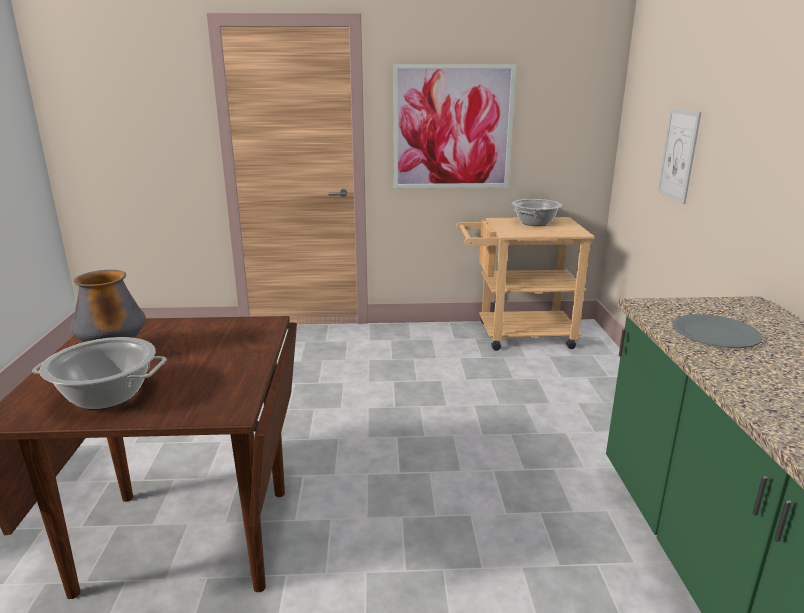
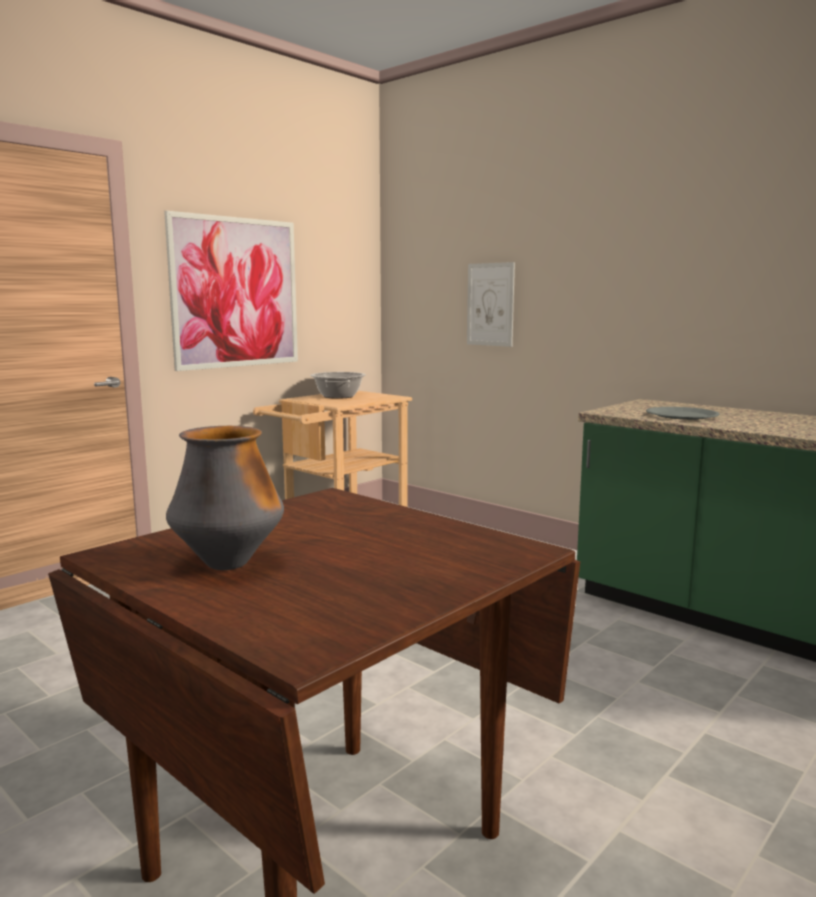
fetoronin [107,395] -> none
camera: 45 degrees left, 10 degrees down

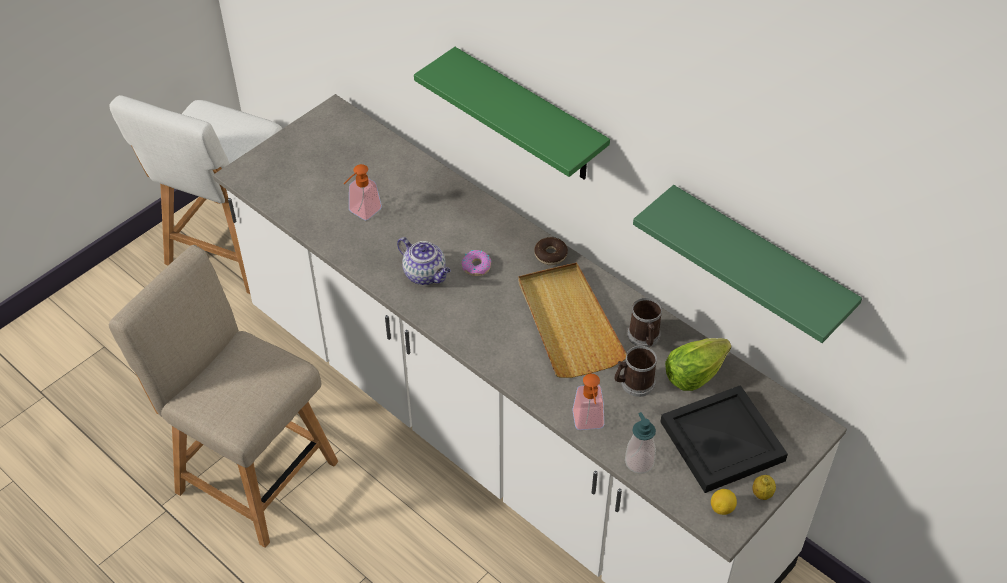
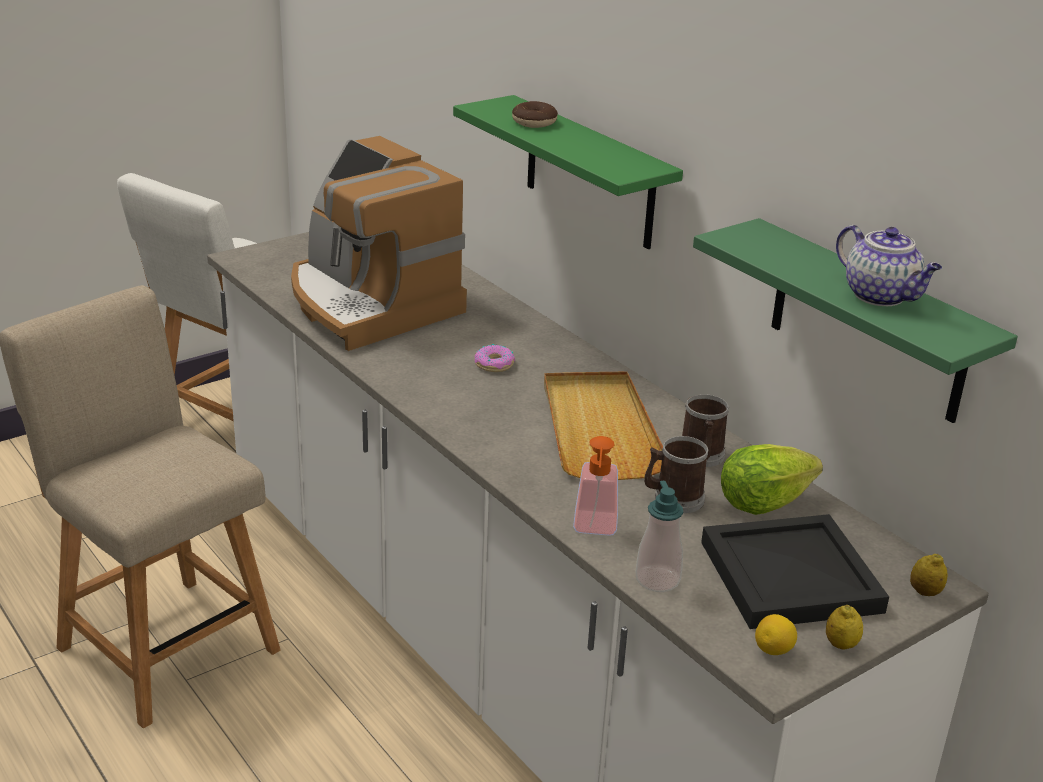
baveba [361,213] -> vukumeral [368,304]
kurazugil [550,255] -> kurazugil [534,122], move
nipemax [426,274] -> nipemax [881,296], move
none -> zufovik [925,592]
camera: 10 degrees right, 20 degrees down

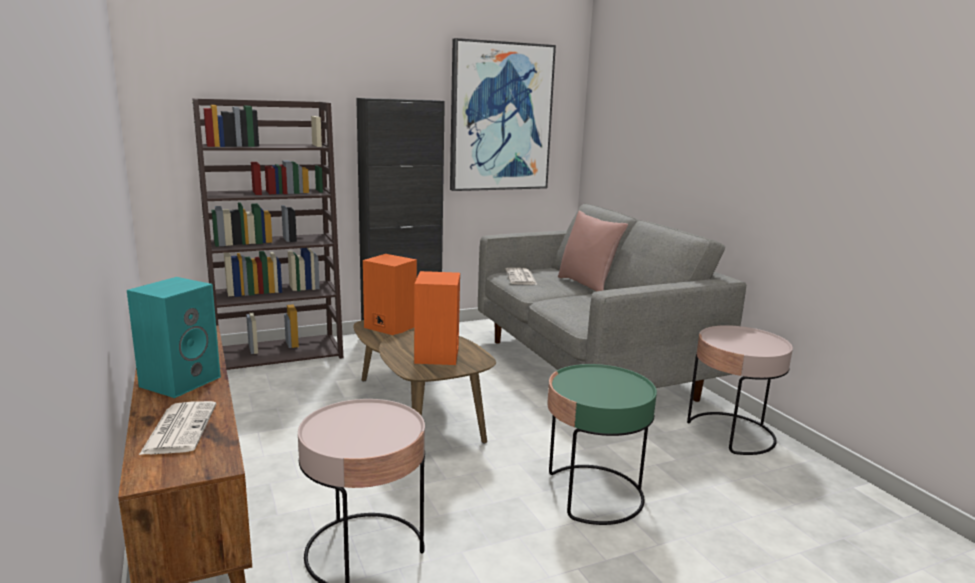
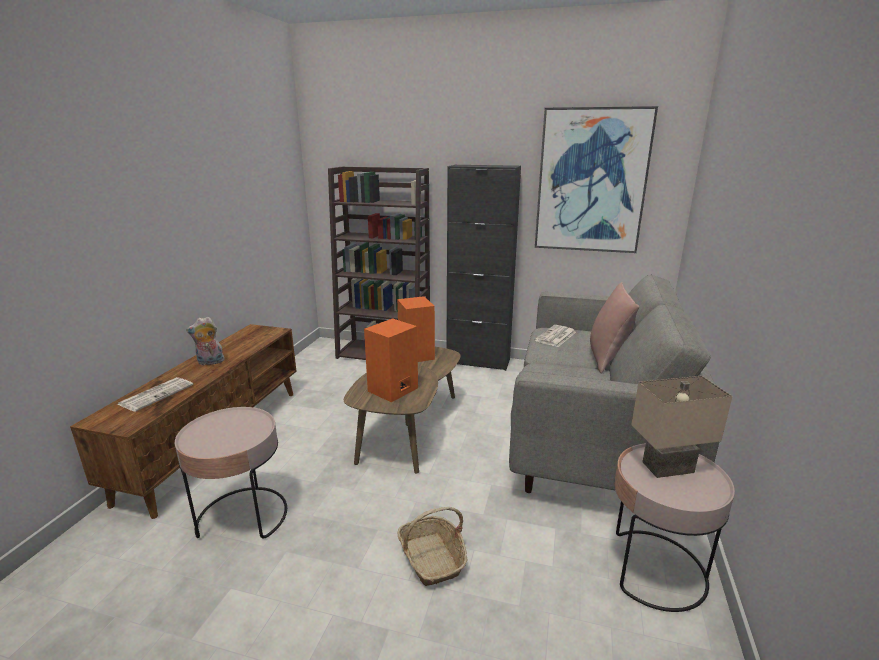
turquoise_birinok [180,381] -> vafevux [210,362]
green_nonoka [592,494] -> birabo [432,558]
none -> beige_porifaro [668,469]
camera: 40 degrees right, 5 degrees up

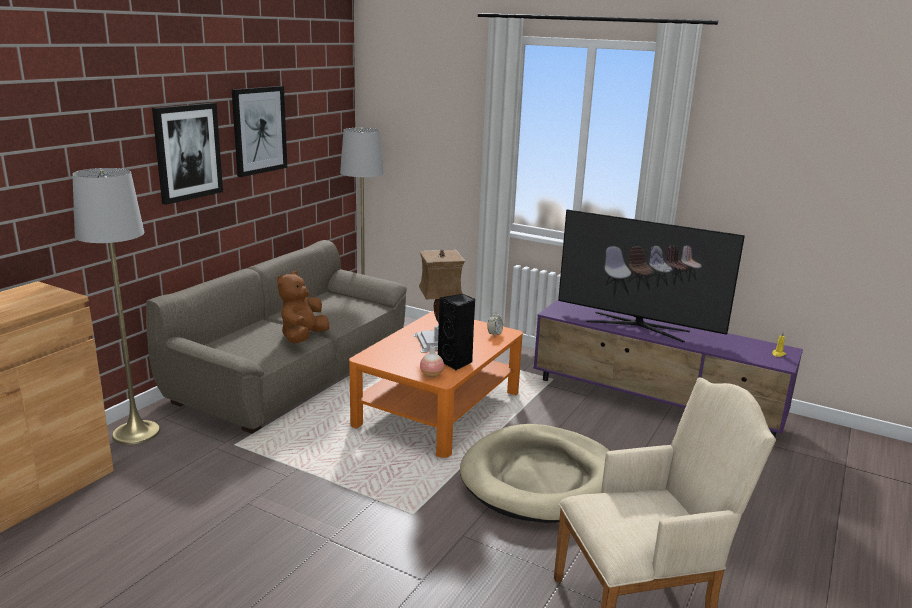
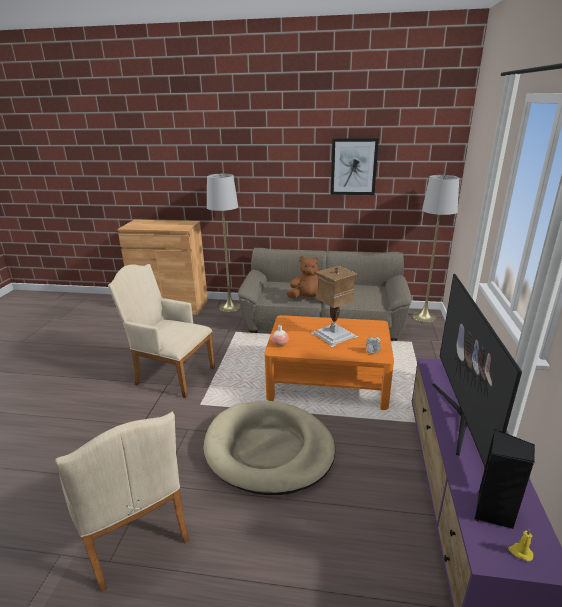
none -> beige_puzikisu [171,374]
black_birinok [456,362] -> black_birinok [494,512], move
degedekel [187,152] -> none
camera: 70 degrees right, 5 degrees up

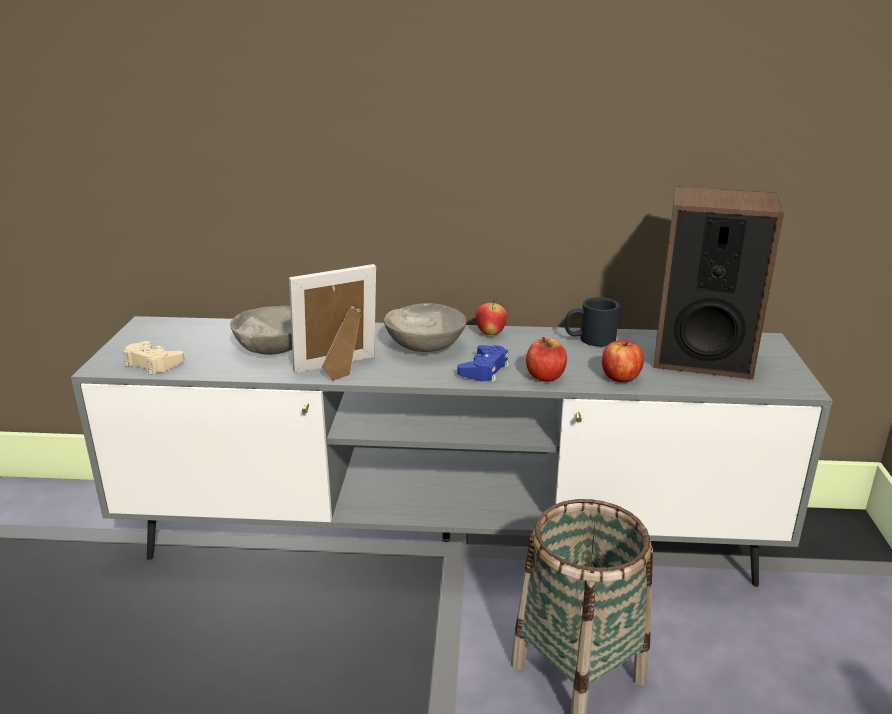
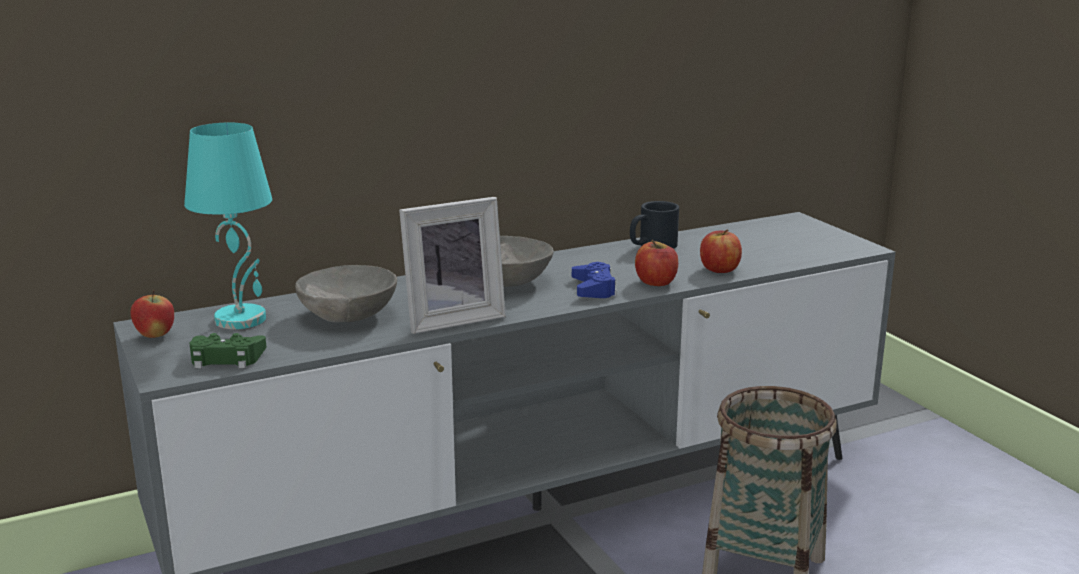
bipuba [490,334] -> bipuba [155,336], move
none -> turquoise_porifaro [242,319]
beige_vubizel [153,363] -> green_vubizel [226,359]
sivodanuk [339,370] -> sivodanuk [452,319], 150 degrees counterclockwise
birinok [702,357] -> none
camera: 30 degrees left, 5 degrees down

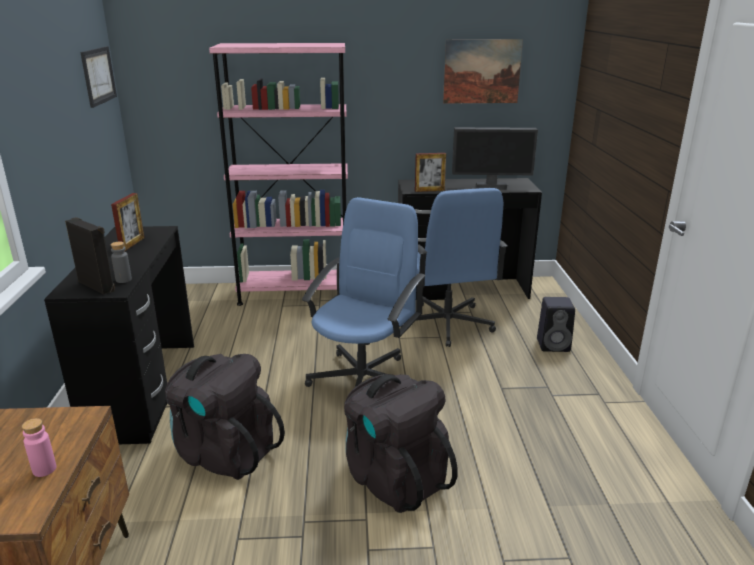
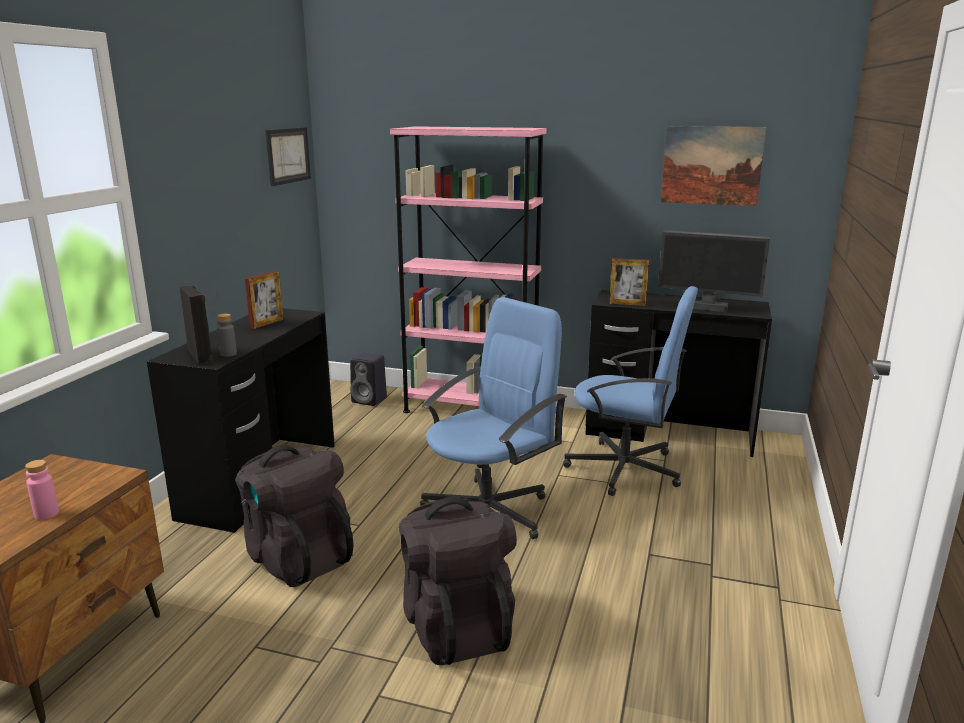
black_birinok [554,345] -> black_birinok [370,400], move
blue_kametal [447,324] -> blue_kametal [626,469], 75 degrees counterclockwise
camera: 20 degrees right, 5 degrees down

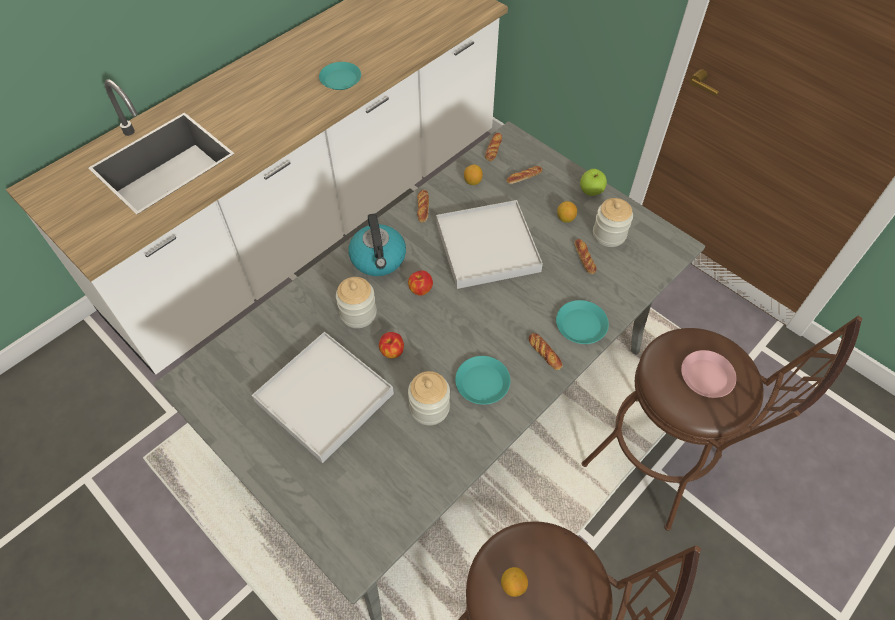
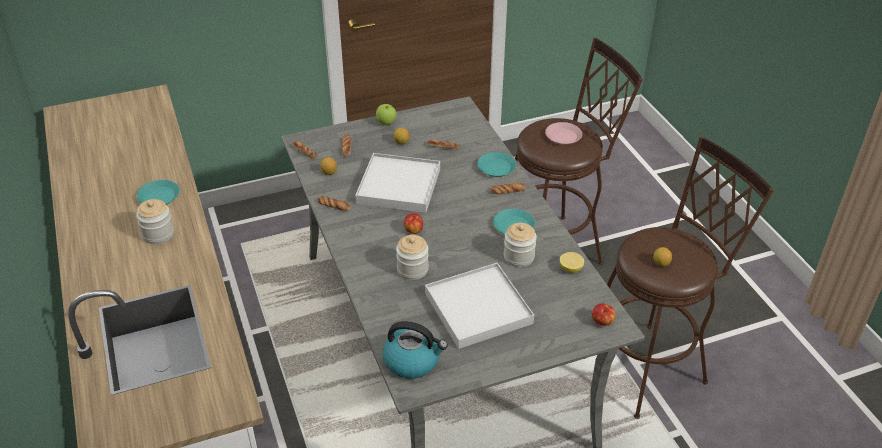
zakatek [609,234] -> zakatek [158,234], move
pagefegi [379,259] -> pagefegi [412,361], move
none -> zufovik [570,268]
bipuba [392,352] -> bipuba [602,322], move
camera: 65 degrees left, 15 degrees down

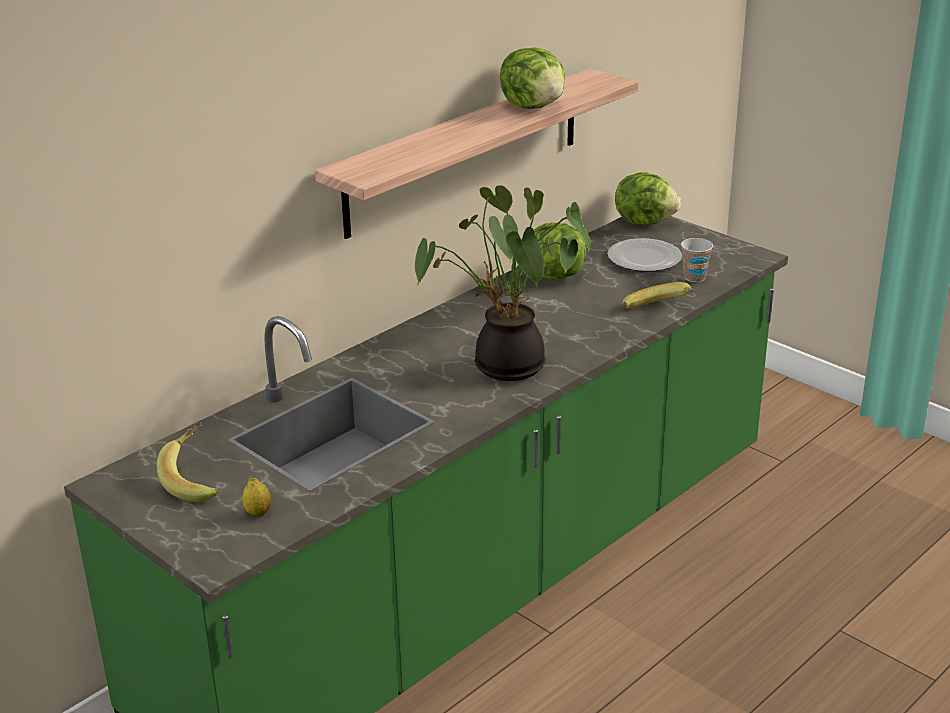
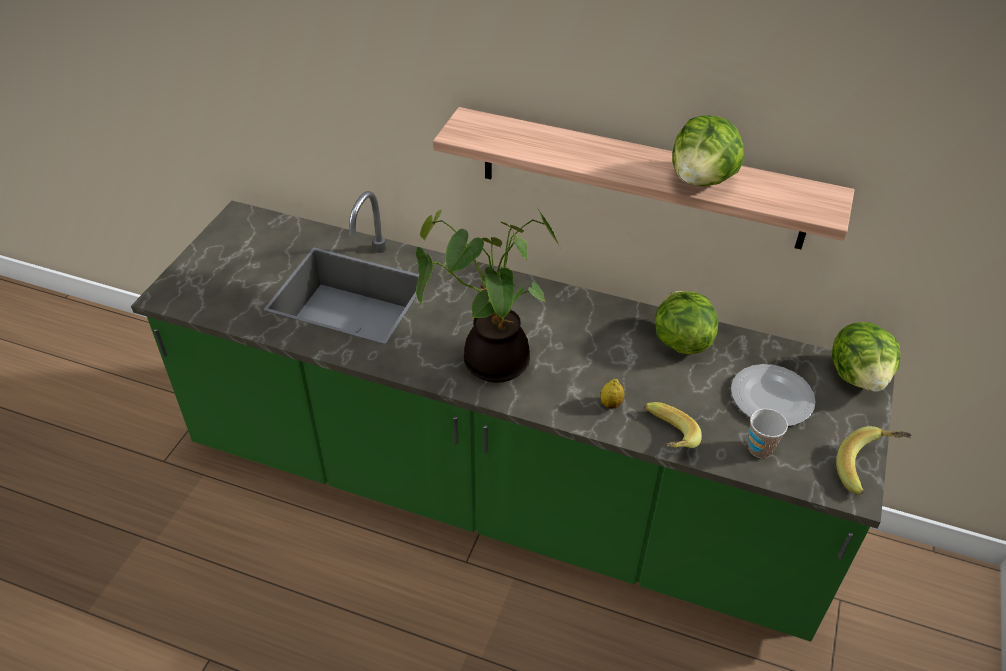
zufovik [258,512] -> zufovik [611,404], move
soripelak [197,479] -> soripelak [869,469], move
camera: 65 degrees right, 15 degrees up

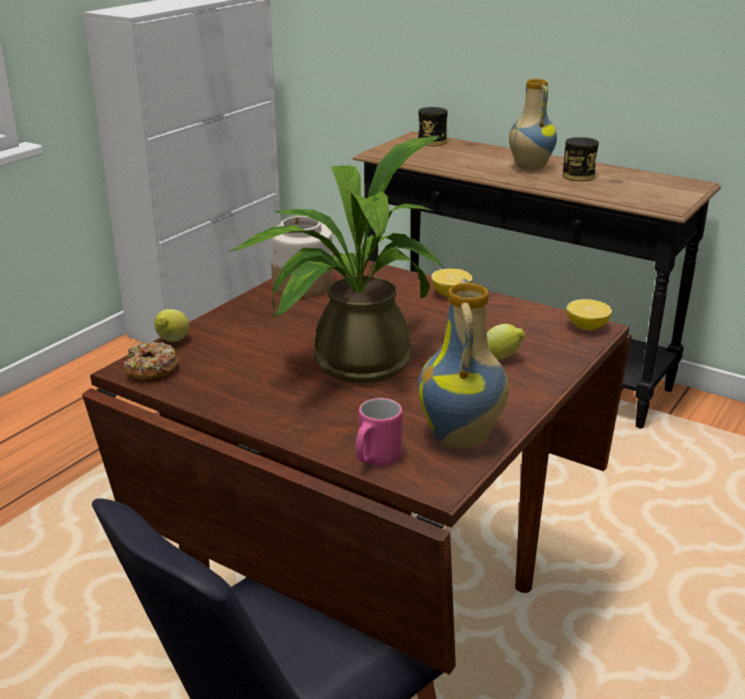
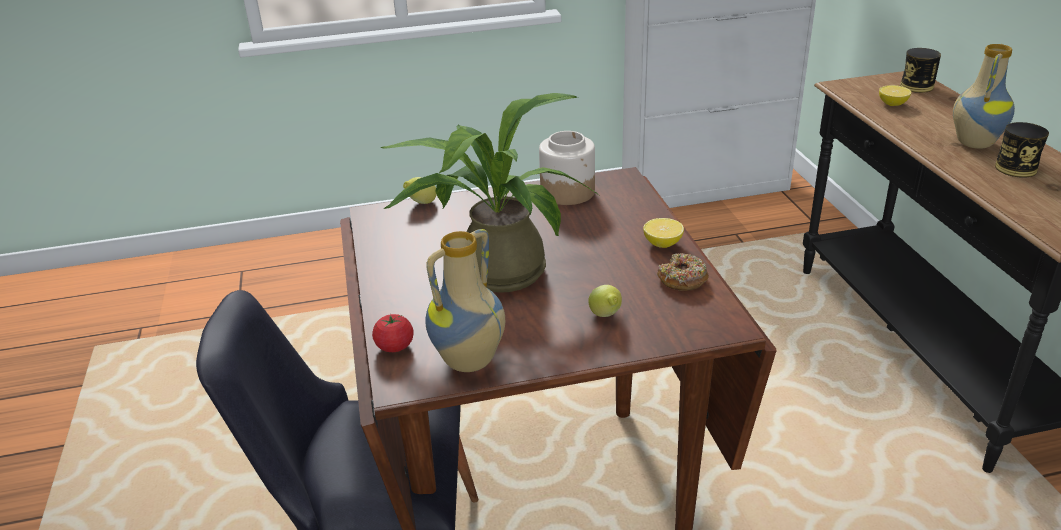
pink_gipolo [375,459] -> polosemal [395,346]
kurazugil [151,370] -> kurazugil [682,279], move
zufovik [587,327] -> zufovik [892,104], move
camera: 45 degrees right, 5 degrees up

